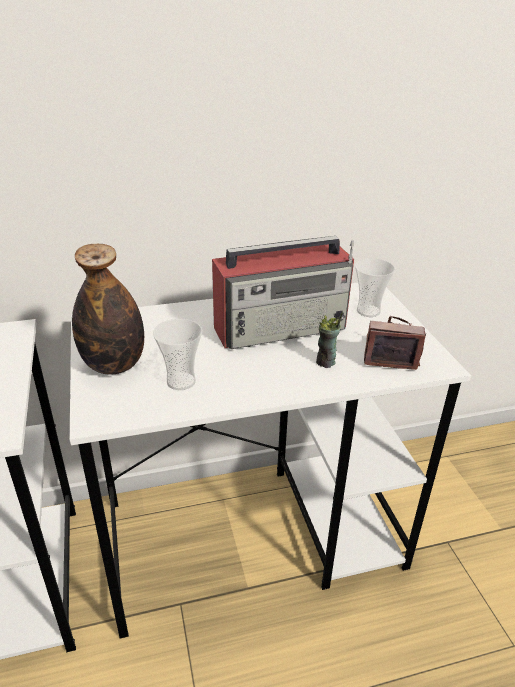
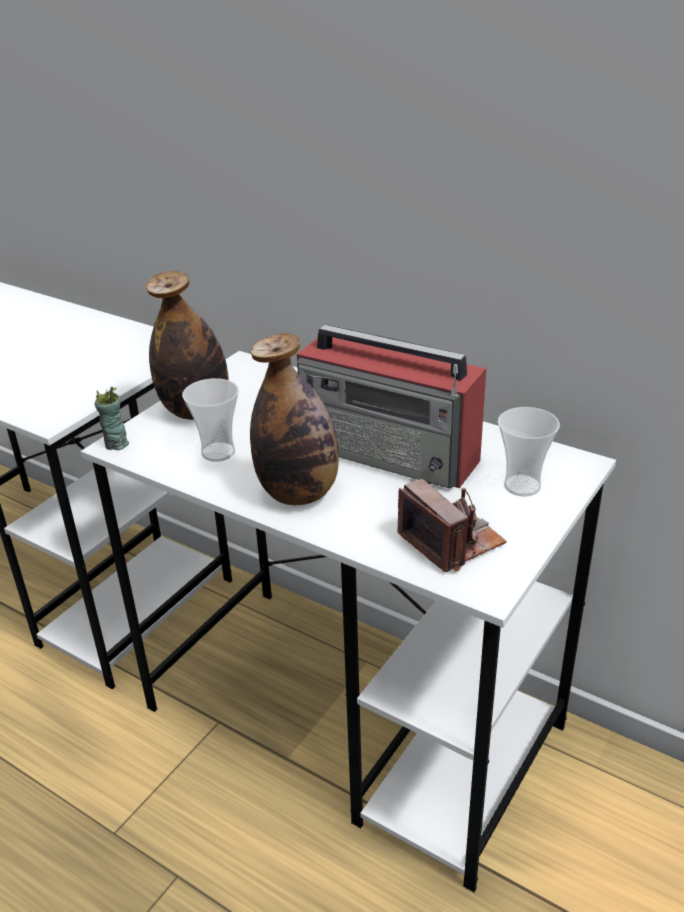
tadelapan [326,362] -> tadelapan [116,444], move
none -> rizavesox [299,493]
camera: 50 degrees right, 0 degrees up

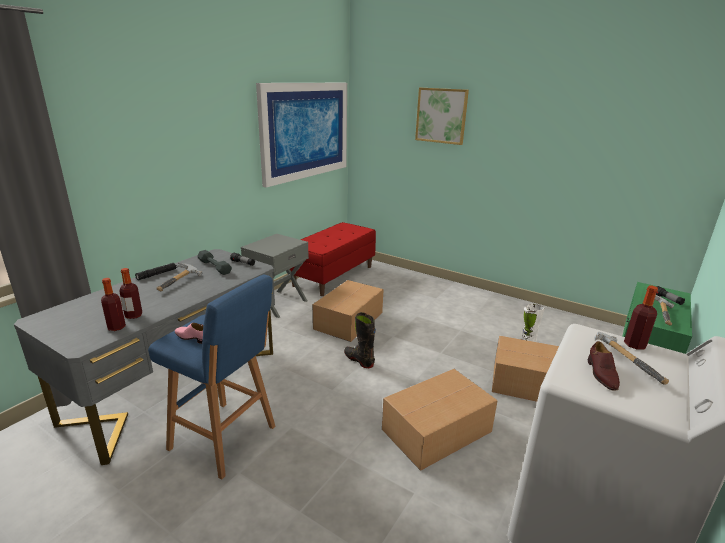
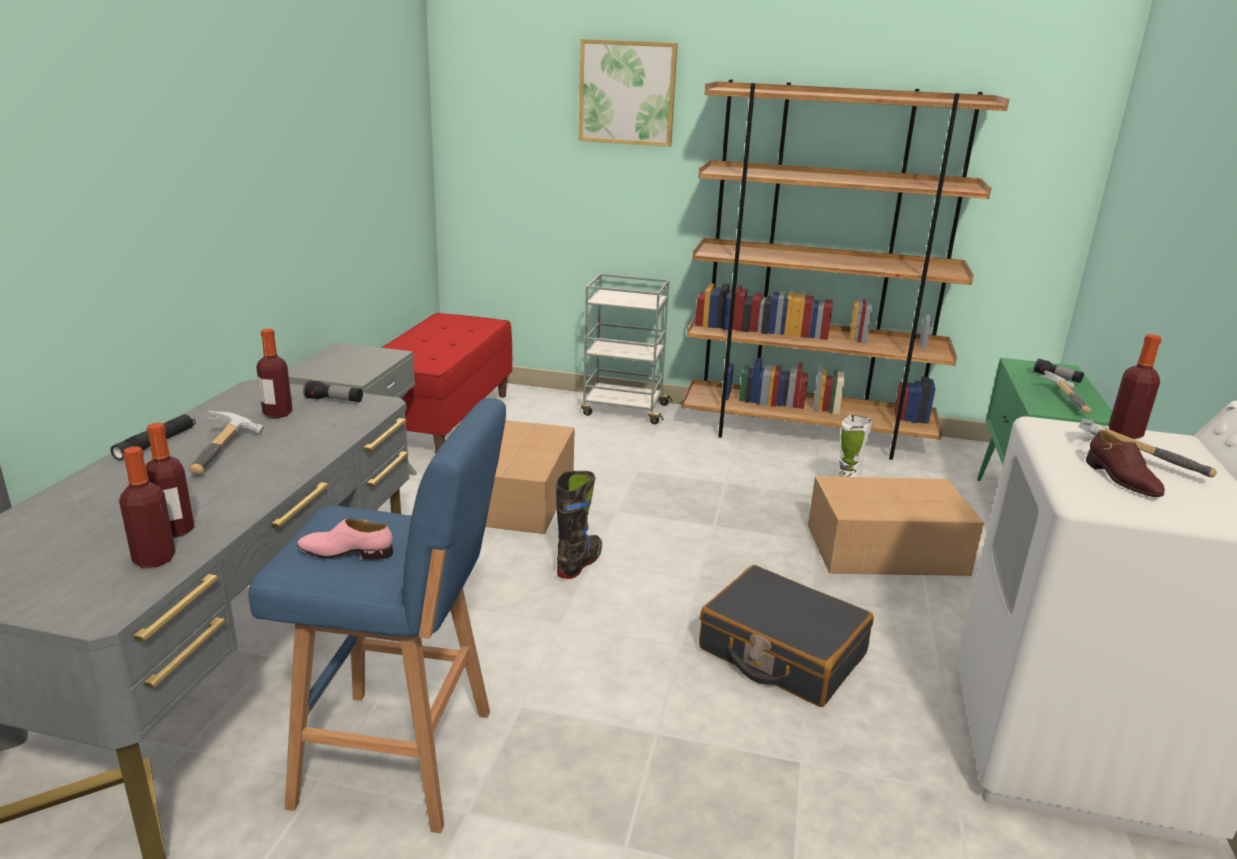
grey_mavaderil [215,267] -> rizavesox [277,414]
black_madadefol [359,360] -> black_madadefol [579,563], 90 degrees clockwise
none -> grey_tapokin [623,410]
none -> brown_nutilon [806,434]
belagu [438,430] -> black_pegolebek [781,652]
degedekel [305,130] -> none
camera: 20 degrees left, 0 degrees up

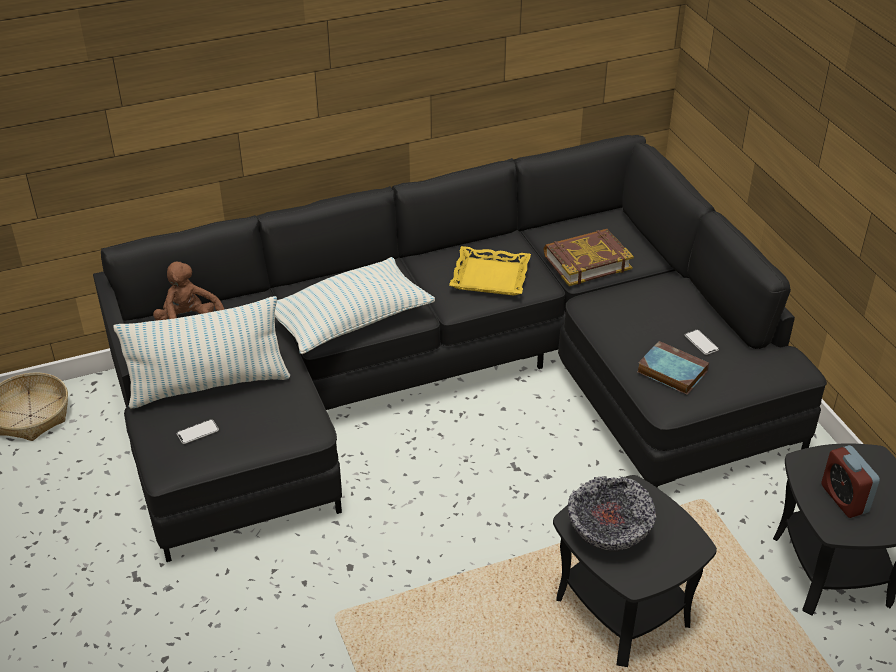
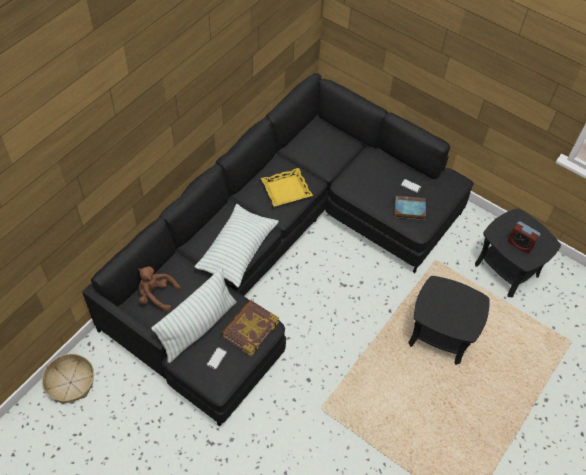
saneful [586,262] -> saneful [250,329], move
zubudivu [609,534] -> none
camera: 35 degrees left, 15 degrees up

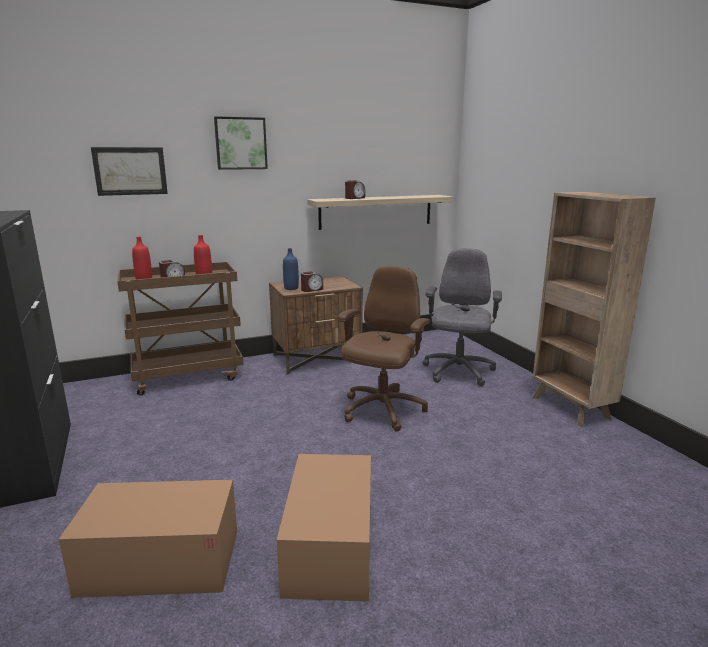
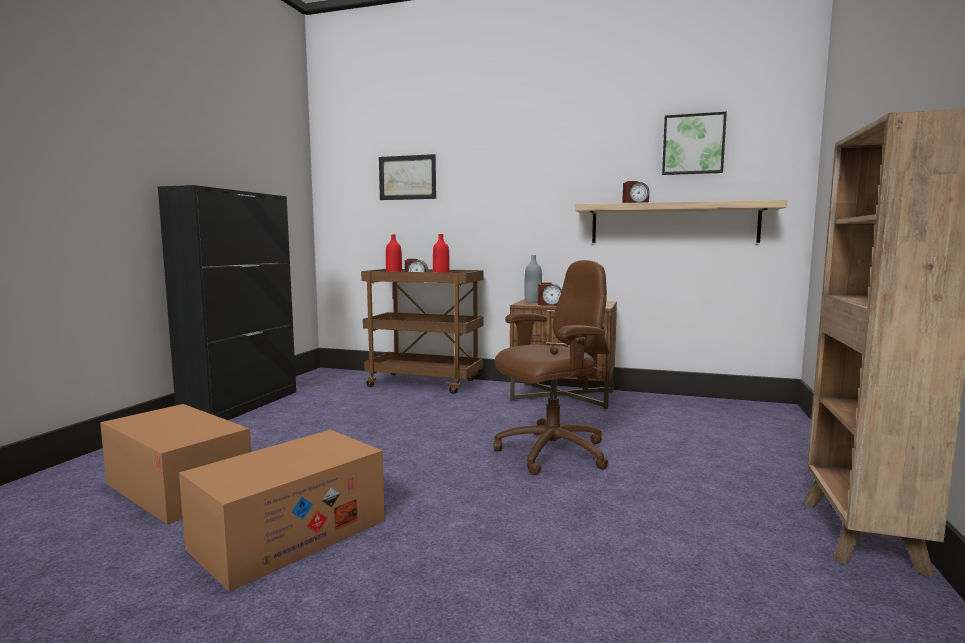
blue_rizavesox [291,288] -> grey_rizavesox [533,302]
degedekel [240,143] -> degedekel [693,144], move
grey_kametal [458,372] -> none
camera: 40 degrees right, 10 degrees down

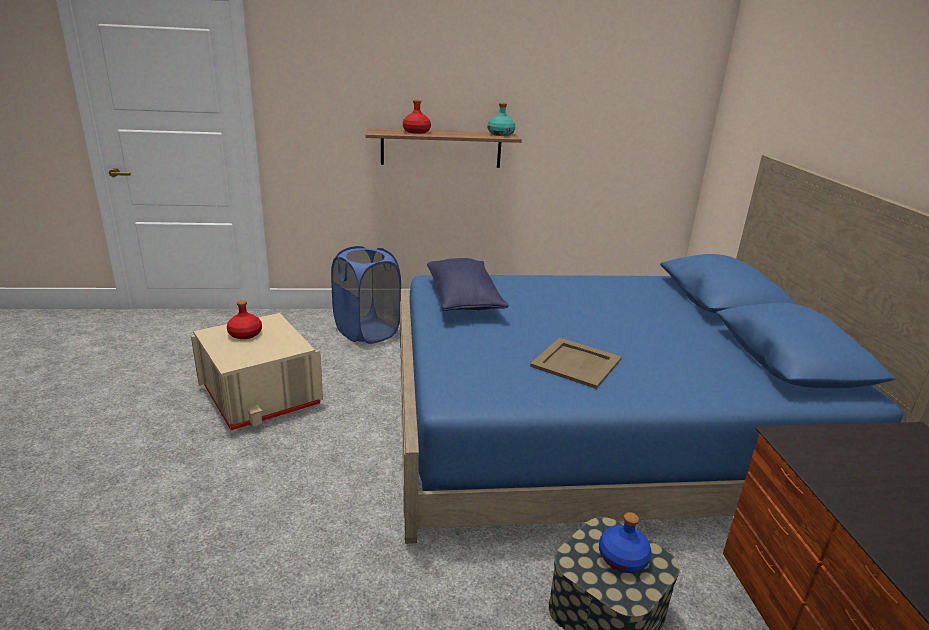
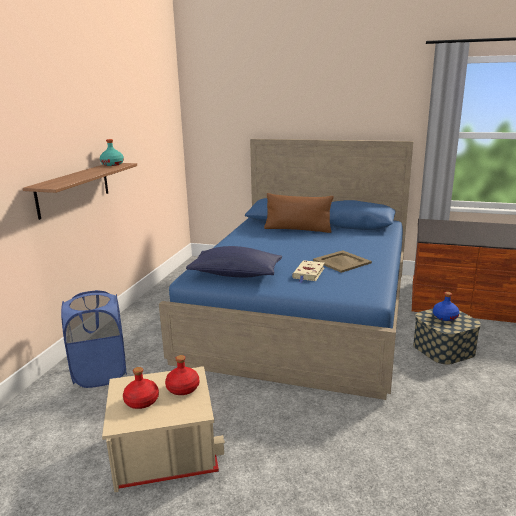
red_rizavesox [416,132] -> red_rizavesox [182,388], move
none -> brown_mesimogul [298,229]
none -> beige_saneful [308,273]
camera: 65 degrees left, 5 degrees down

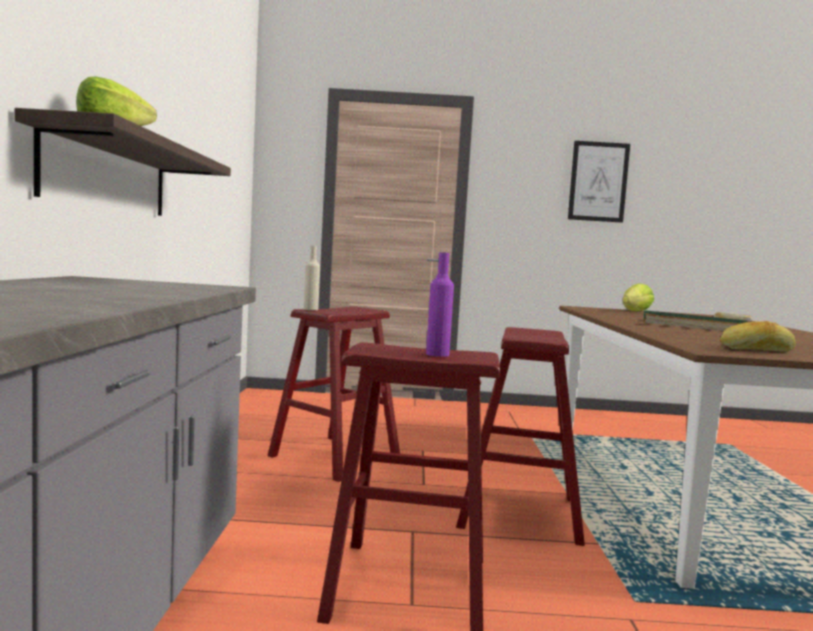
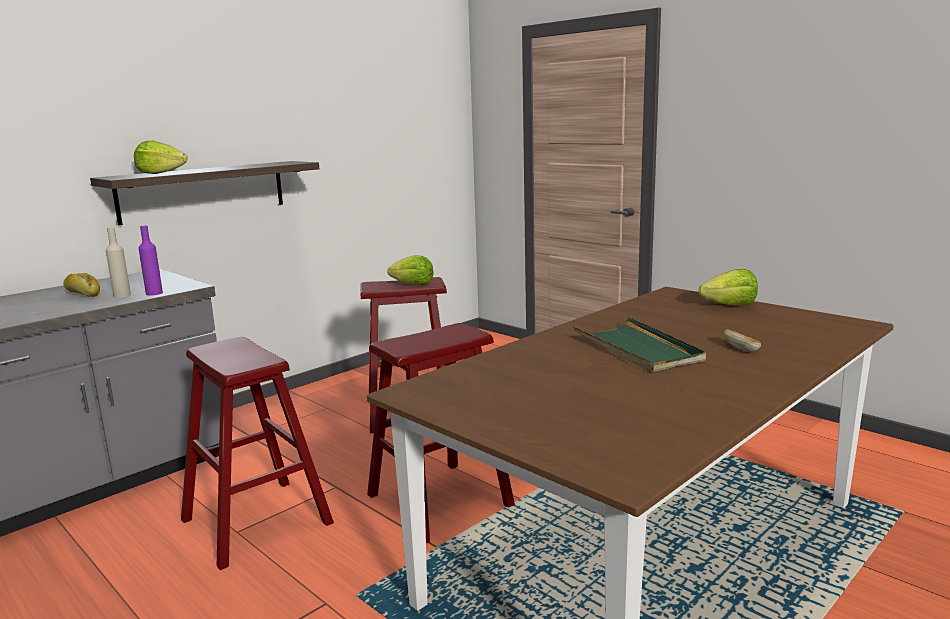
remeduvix [756,350] -> remeduvix [83,294], move
beige_rizavesox [310,309] -> beige_rizavesox [122,295], move
purple_rizavesox [437,354] -> purple_rizavesox [154,293], move
none -> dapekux [413,284]
degedekel [598,181] -> none
camera: 45 degrees right, 10 degrees up

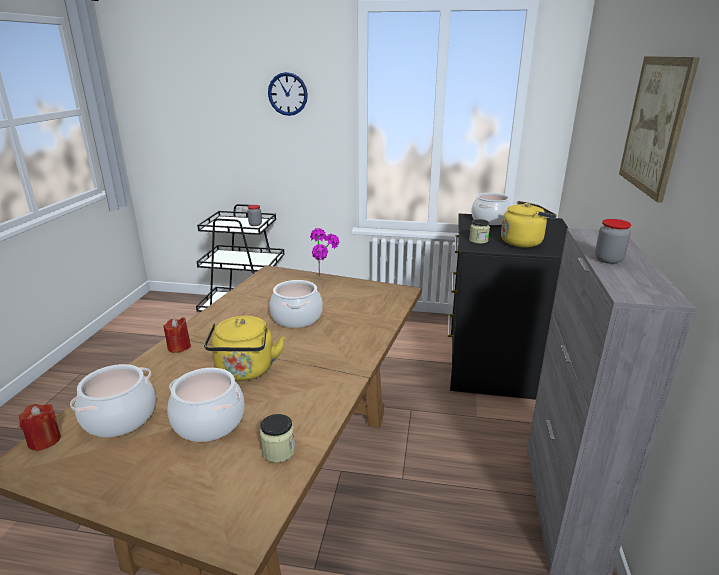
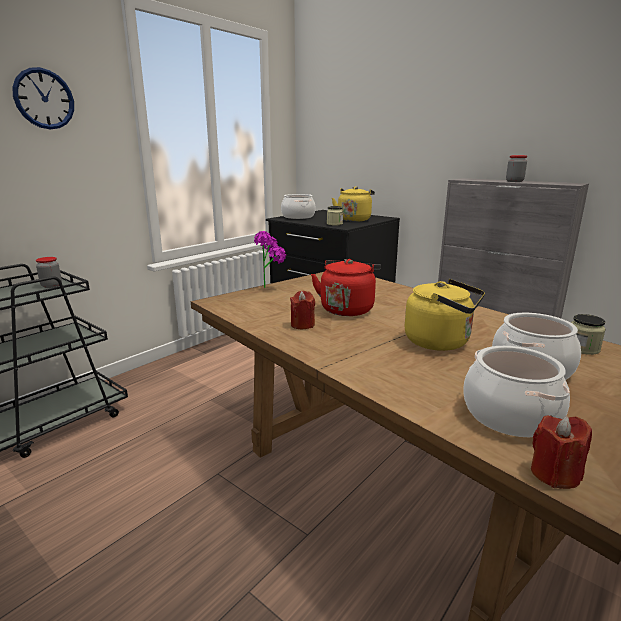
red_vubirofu [179,347] -> red_vubirofu [302,325], move
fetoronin [297,318] -> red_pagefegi [347,308]
degedekel [655,125] -> none
camera: 60 degrees left, 5 degrees down

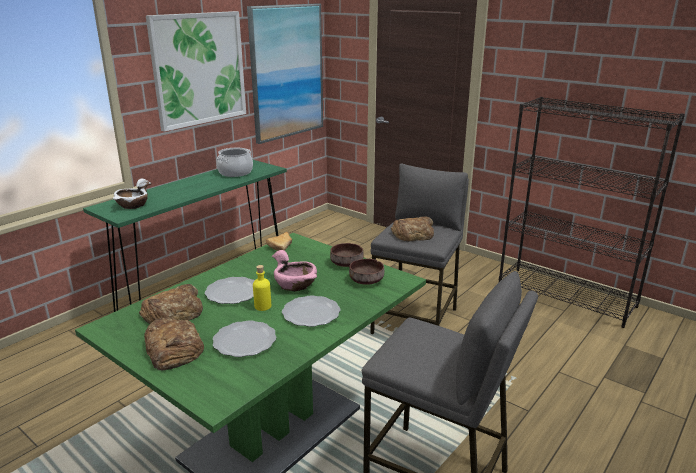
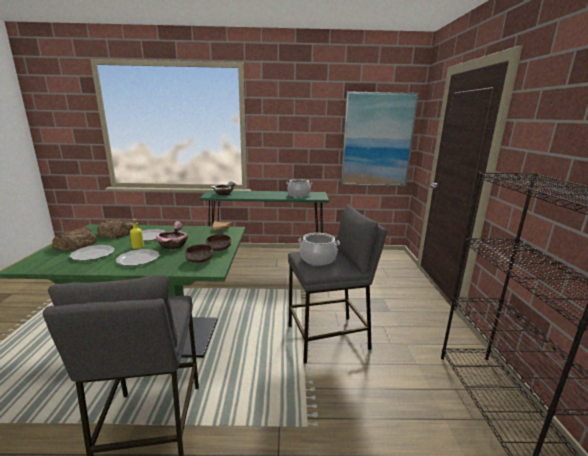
remeduvix [413,234] -> fetoronin [318,259]
degedekel [199,69] -> none
camera: 50 degrees right, 5 degrees down

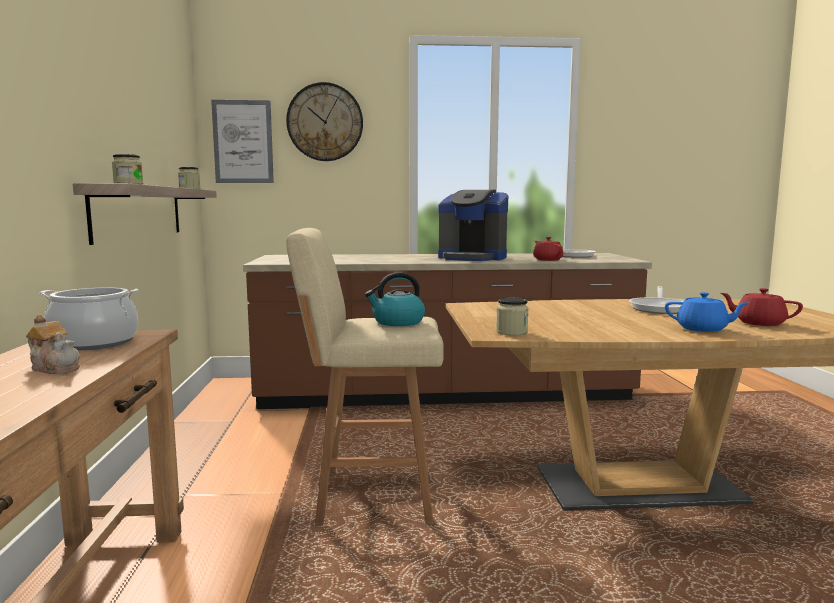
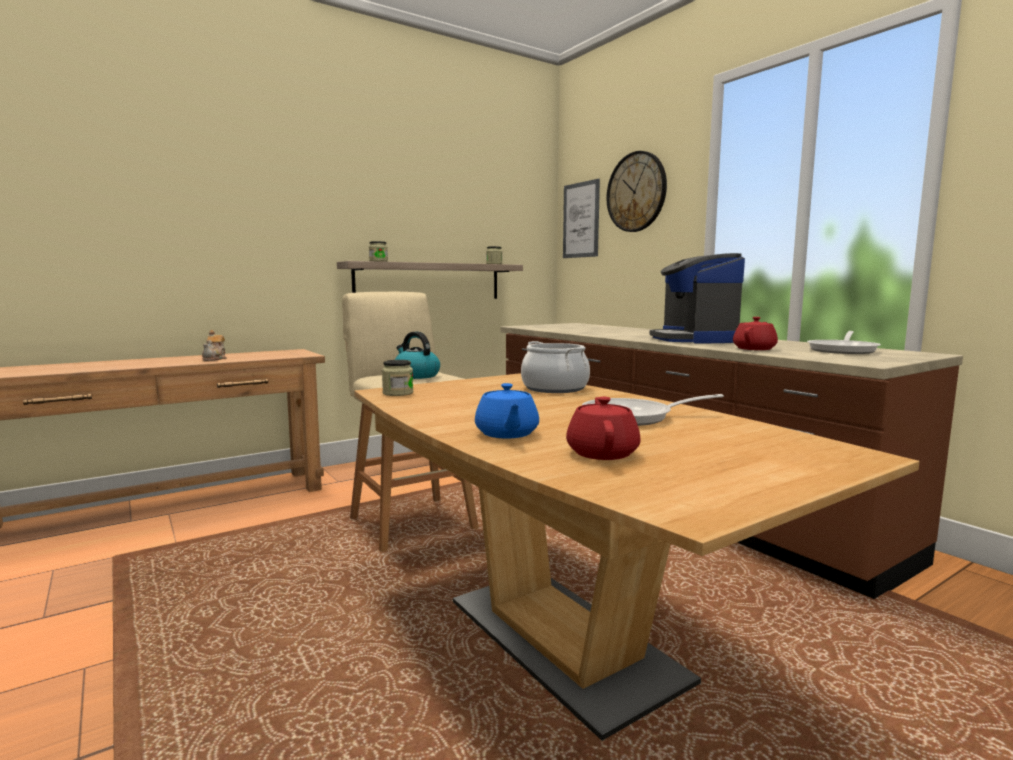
fetoronin [94,343] -> fetoronin [554,388], move
camera: 60 degrees right, 0 degrees up

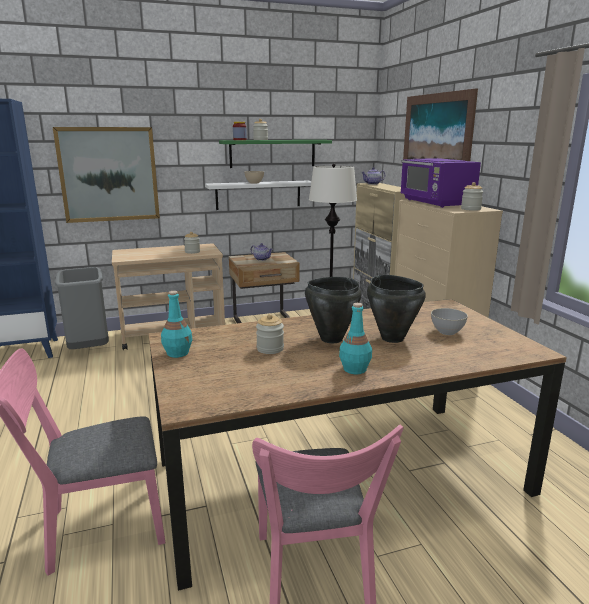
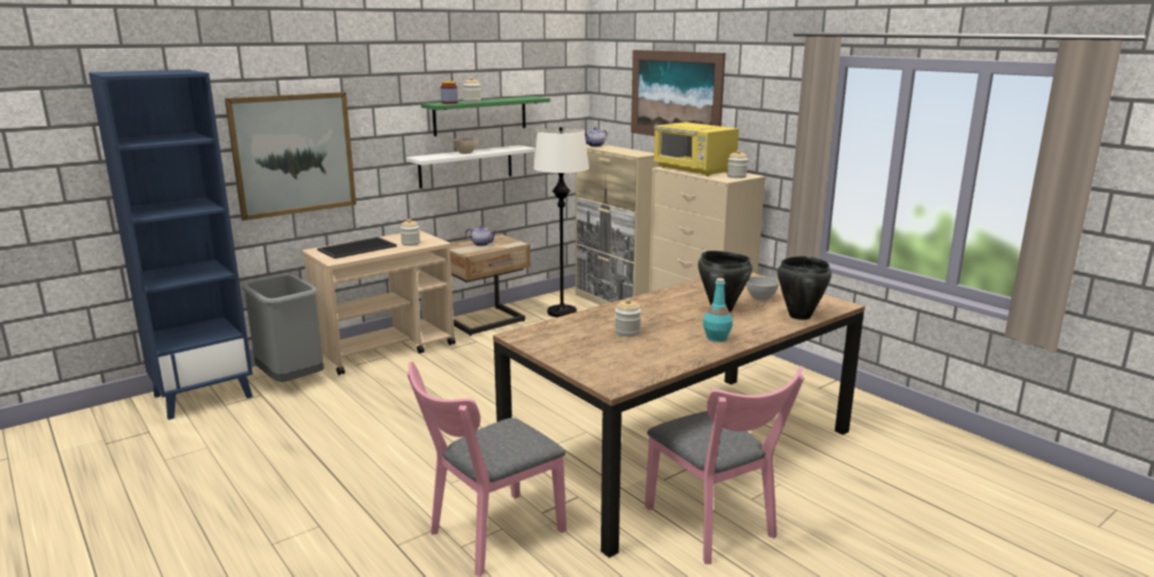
none -> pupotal [357,248]
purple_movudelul [435,203] -> yellow_movudelul [694,170]
black_fetoronin [331,339] -> black_fetoronin [799,316], move
turquoise_rizavesox [178,353] -> none
camera: 20 degrees left, 0 degrees up

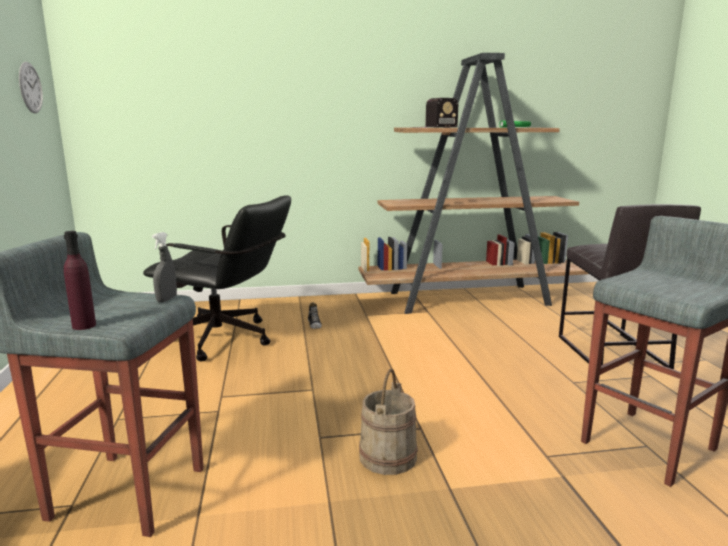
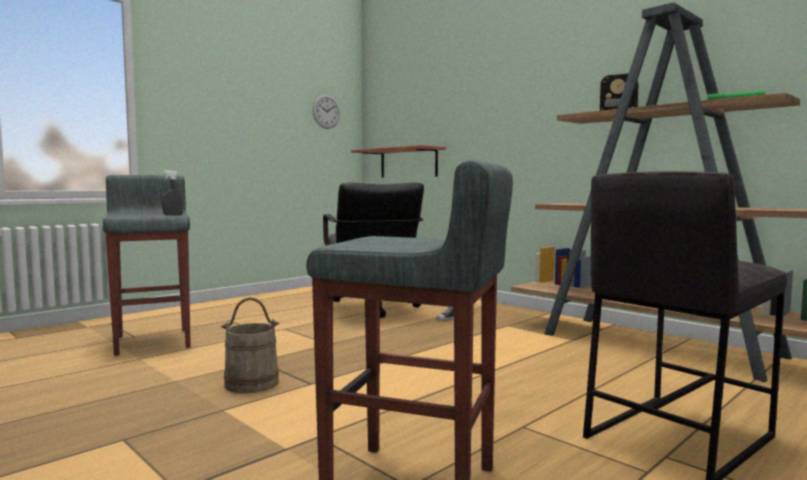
none -> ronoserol [408,163]
purple_rizavesox [84,326] -> none
camera: 55 degrees right, 10 degrees down

